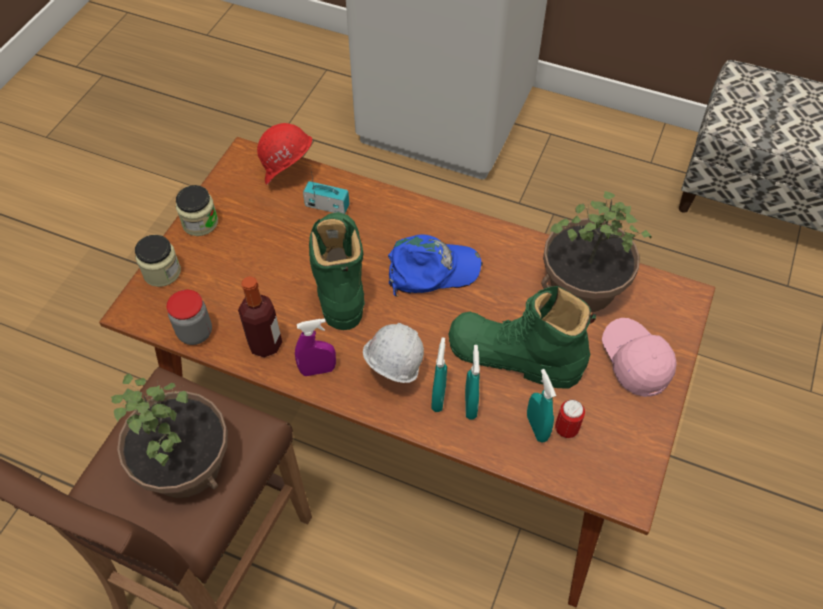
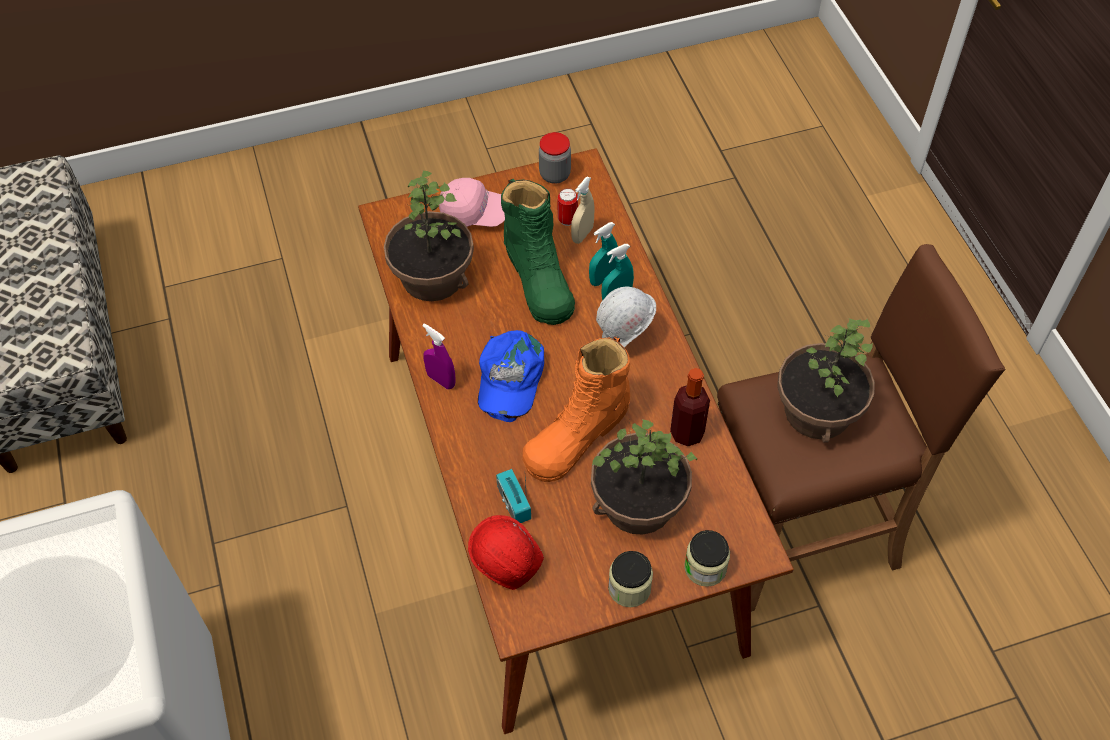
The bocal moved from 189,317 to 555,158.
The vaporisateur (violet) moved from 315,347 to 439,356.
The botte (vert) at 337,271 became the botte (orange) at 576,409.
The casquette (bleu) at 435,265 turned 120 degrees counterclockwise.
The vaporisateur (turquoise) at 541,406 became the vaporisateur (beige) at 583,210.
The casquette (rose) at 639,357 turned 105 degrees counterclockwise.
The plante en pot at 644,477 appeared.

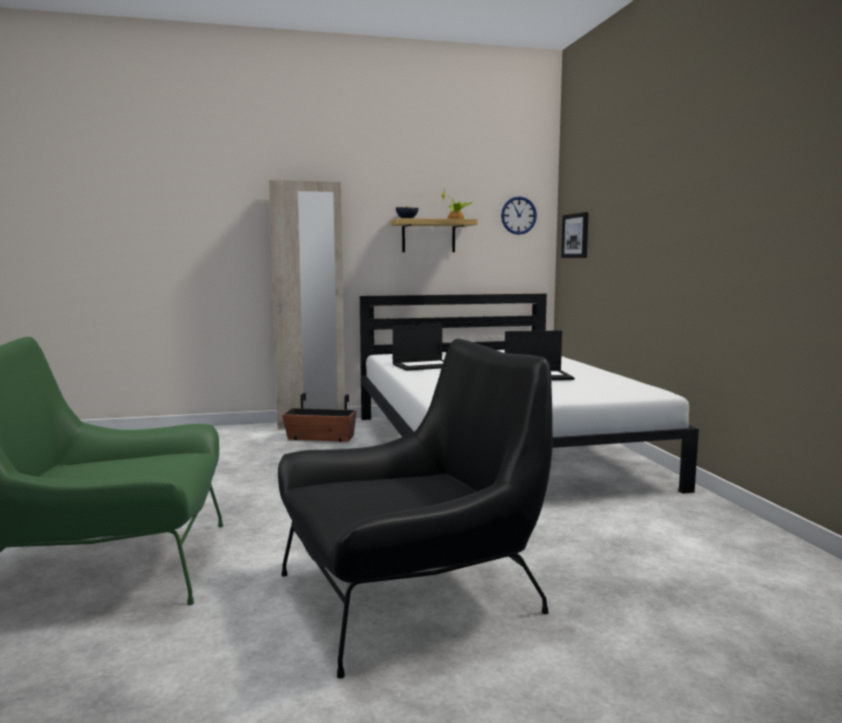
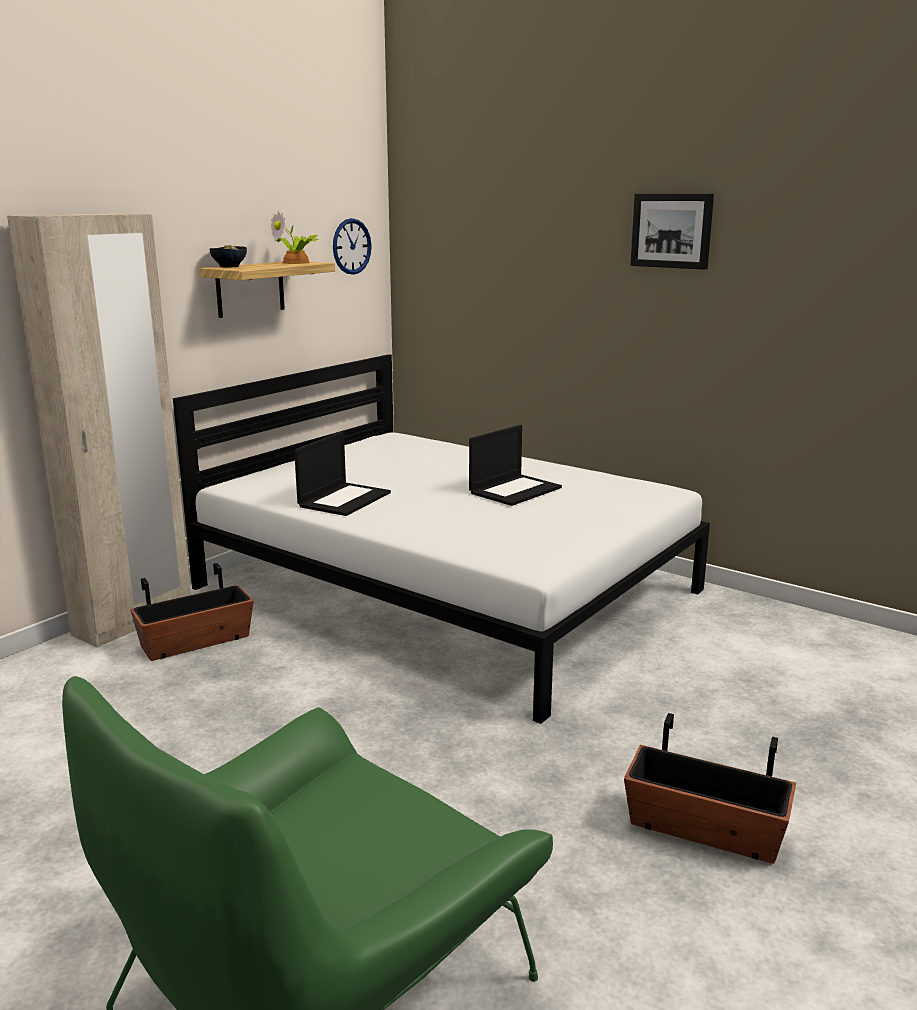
The fauteuil (noir) at 415,508 was replaced by the cache-pot at 710,788.
The tableau moved from 575,235 to 672,232.

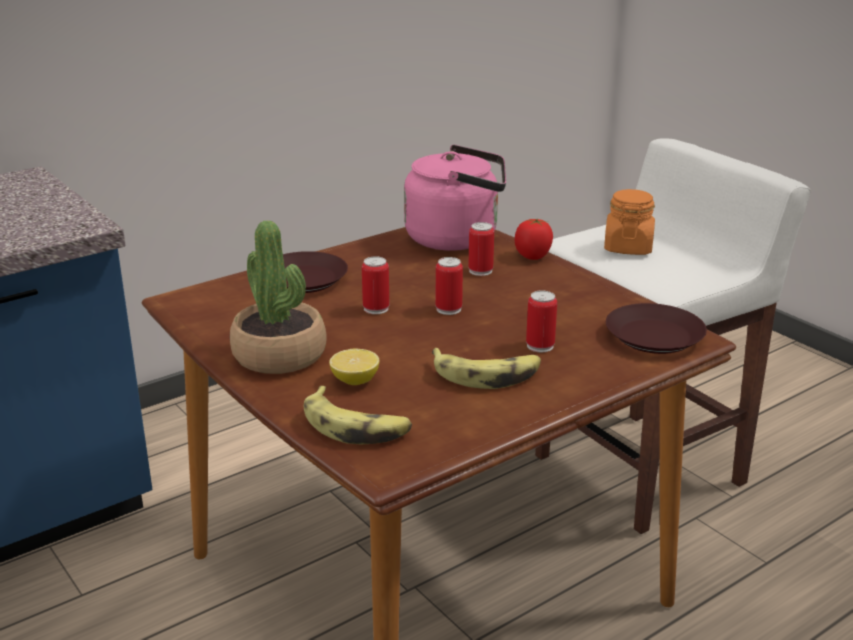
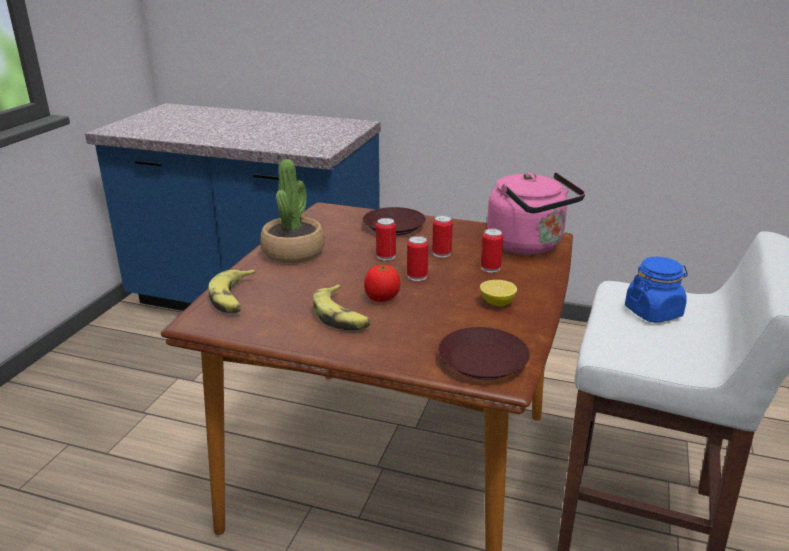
The citron moved from 354,366 to 498,293.
The tomate moved from 534,239 to 382,283.
The boîte métallique moved from 541,321 to 442,236.
The bocal (orange) at 629,222 became the bocal (bleu) at 656,290.

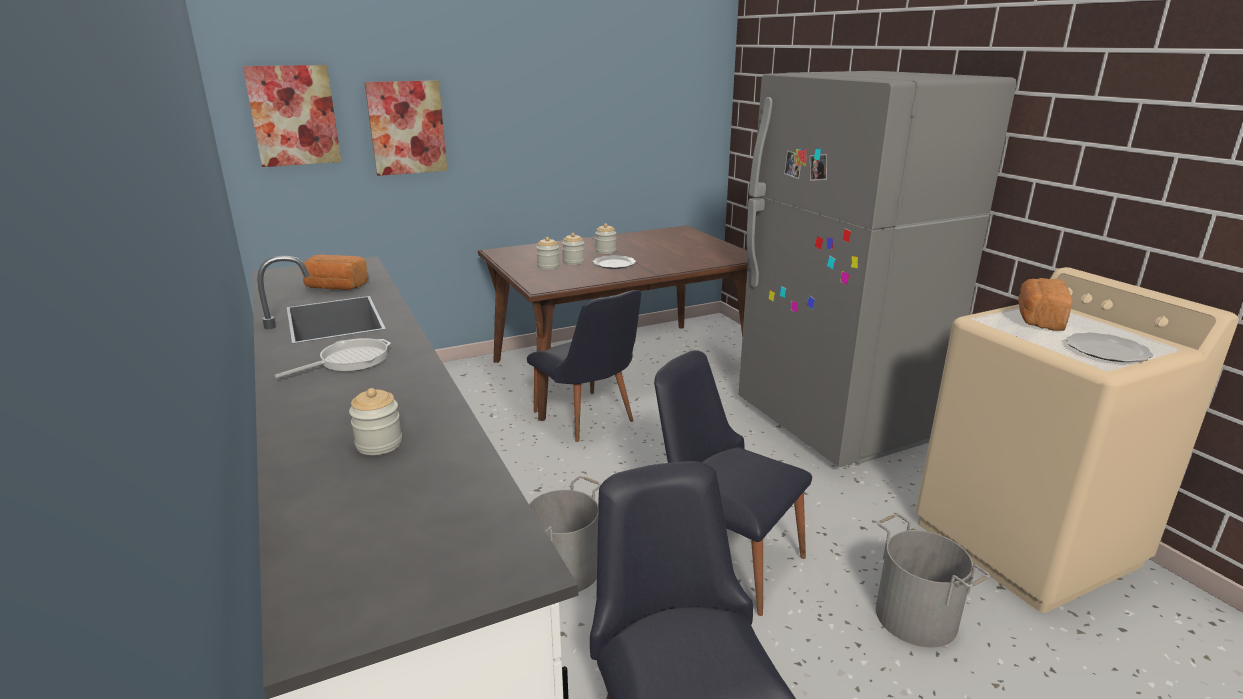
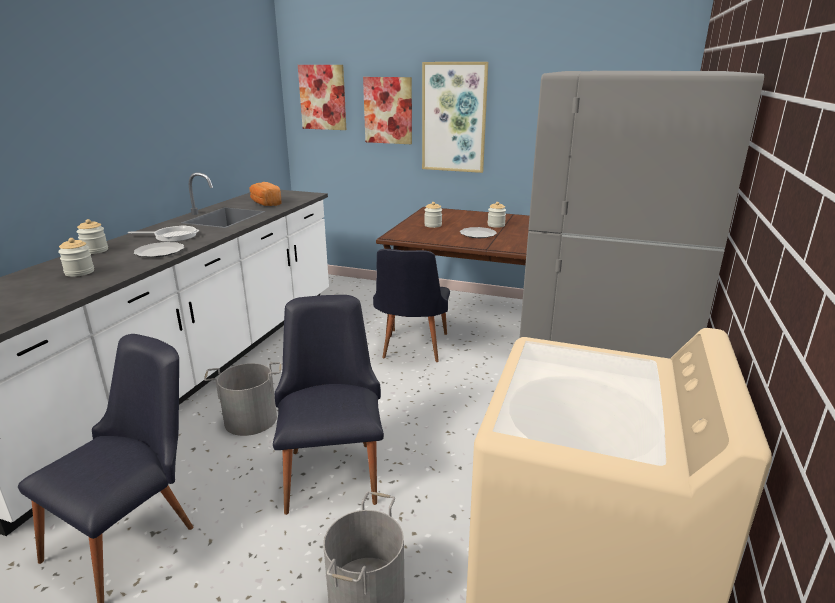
The bocal moved from 573,249 to 92,236.
The pain at 1045,304 disappeared.
The assiette moved from 1109,347 to 159,250.
The tableau at 455,117 appeared.

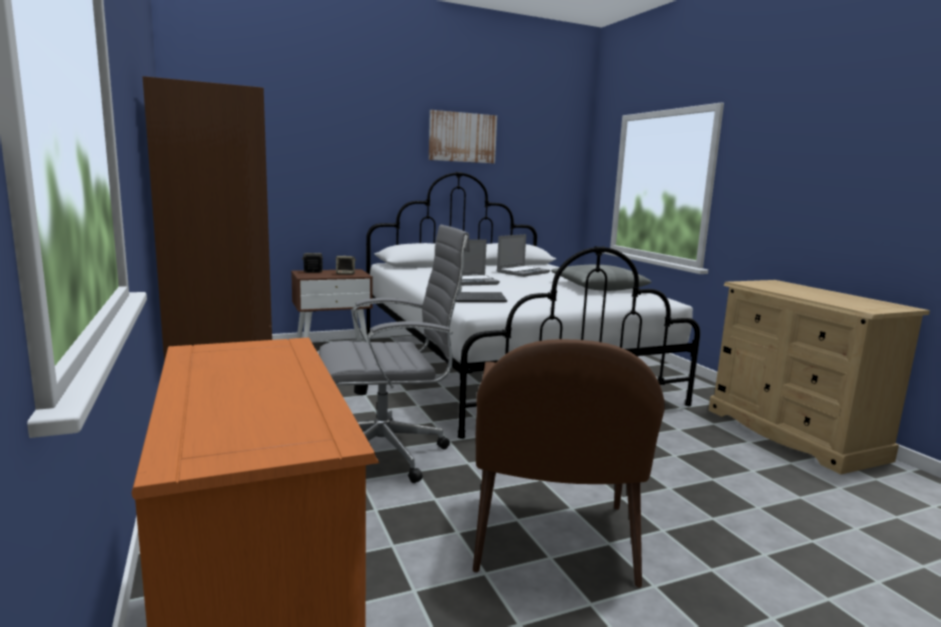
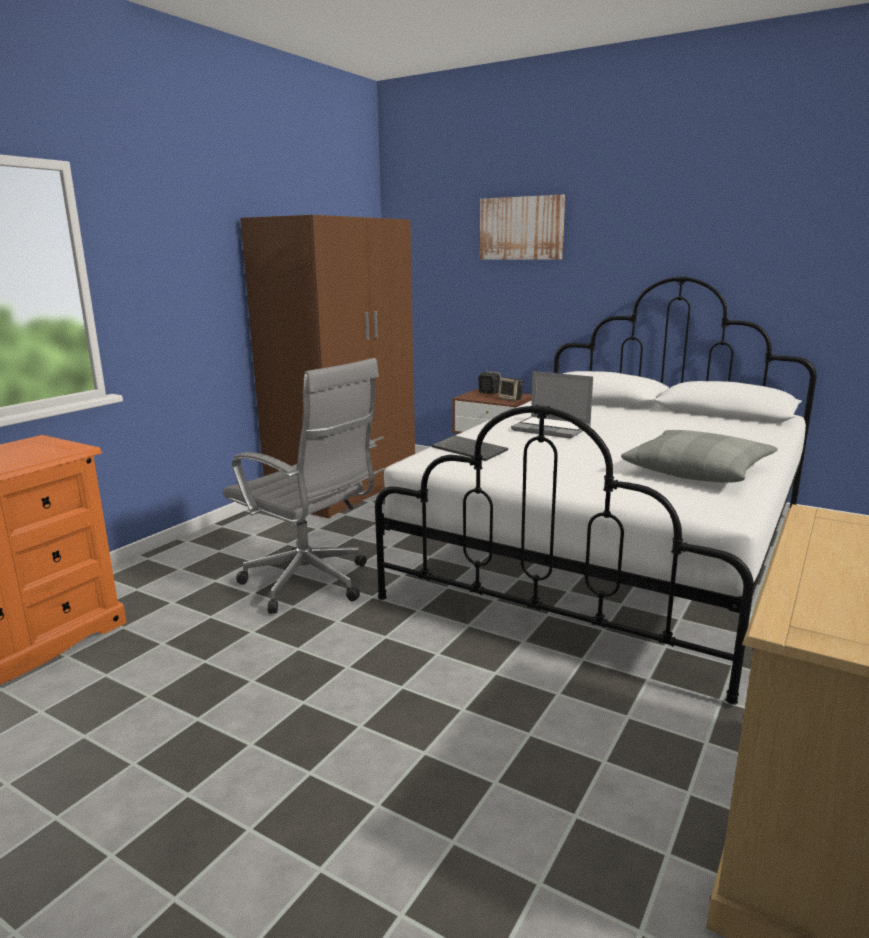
The tableau moved from 463,136 to 522,227.
The fauteuil (marron) at 569,463 disappeared.
The ordinateur portable at 523,255 disappeared.

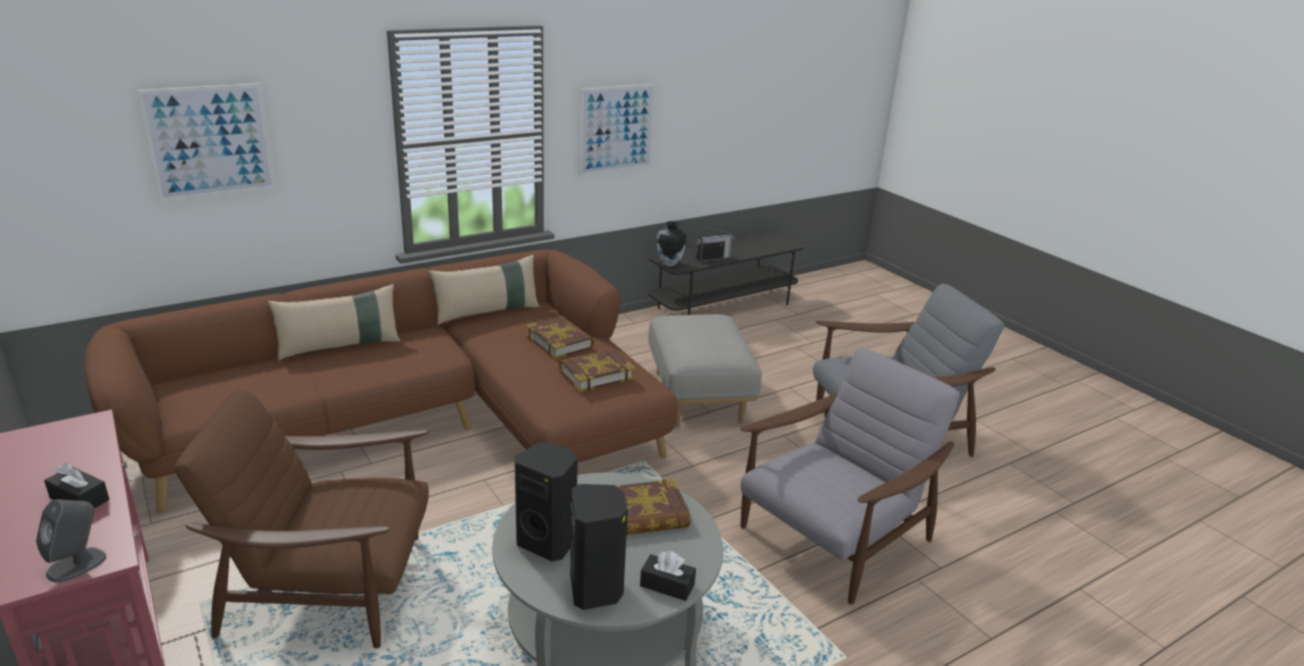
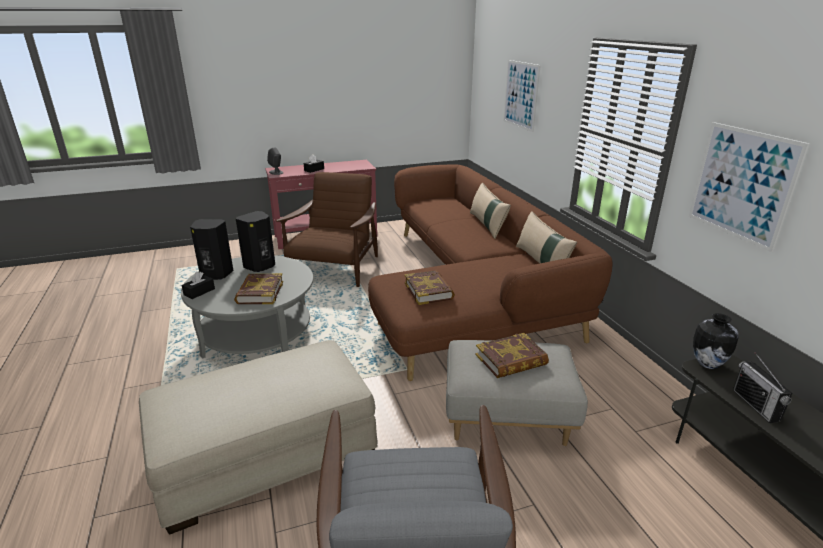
The livre moved from 560,337 to 512,355.
The fauteuil (gris) at 850,476 was replaced by the pouf (beige) at 258,437.

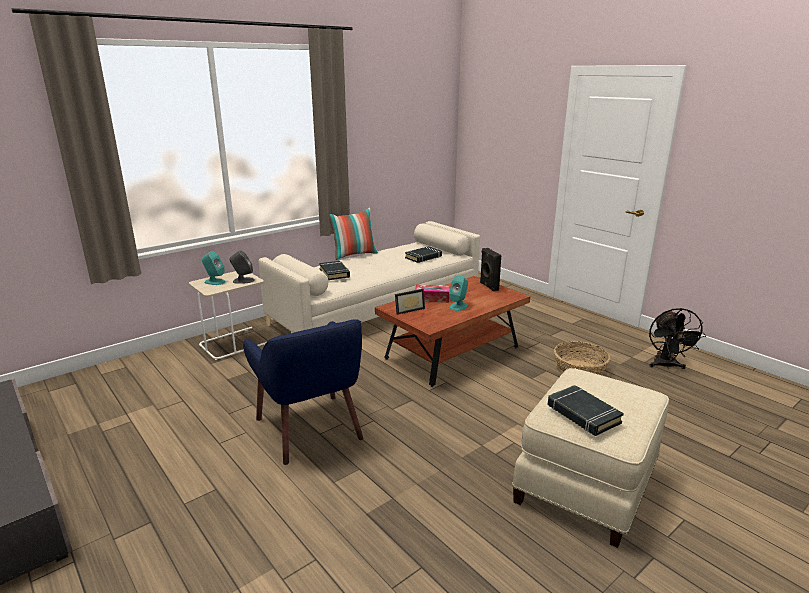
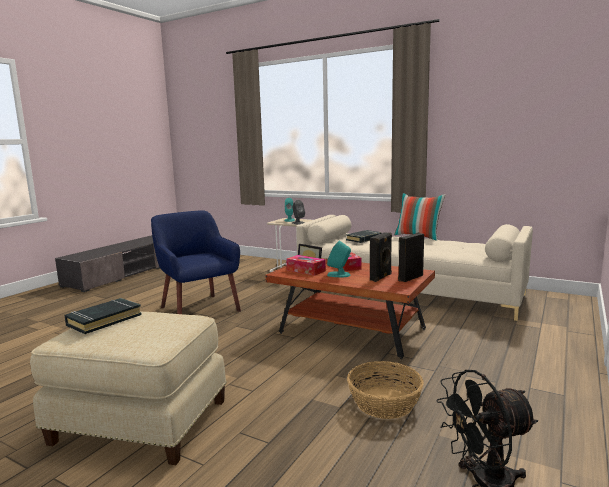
The fauteuil (bleu) at 303,392 turned 105 degrees clockwise.
The livre (noir) at 423,254 disappeared.
The boîte à mouchoirs at 306,265 appeared.
The enceinte (noir) at 381,257 appeared.

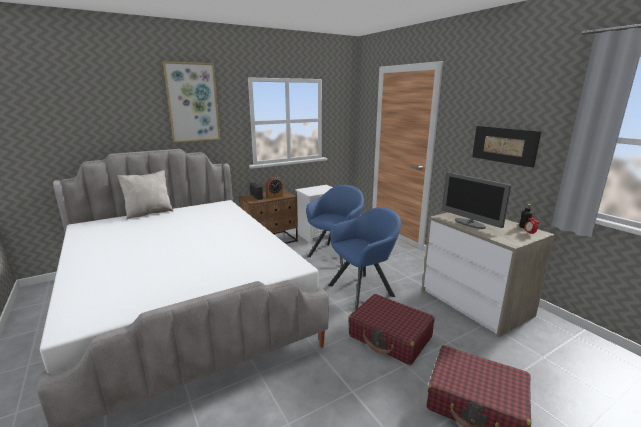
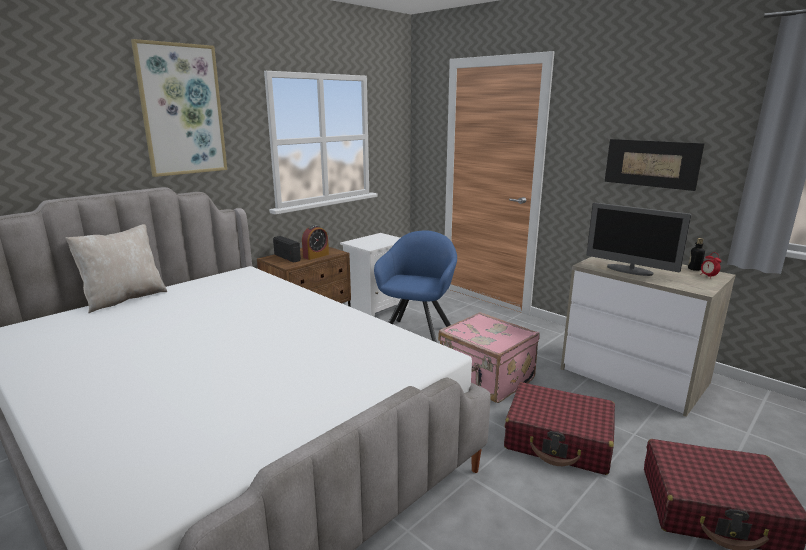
The fauteuil (bleu) at 364,258 was replaced by the valise (rose) at 489,357.

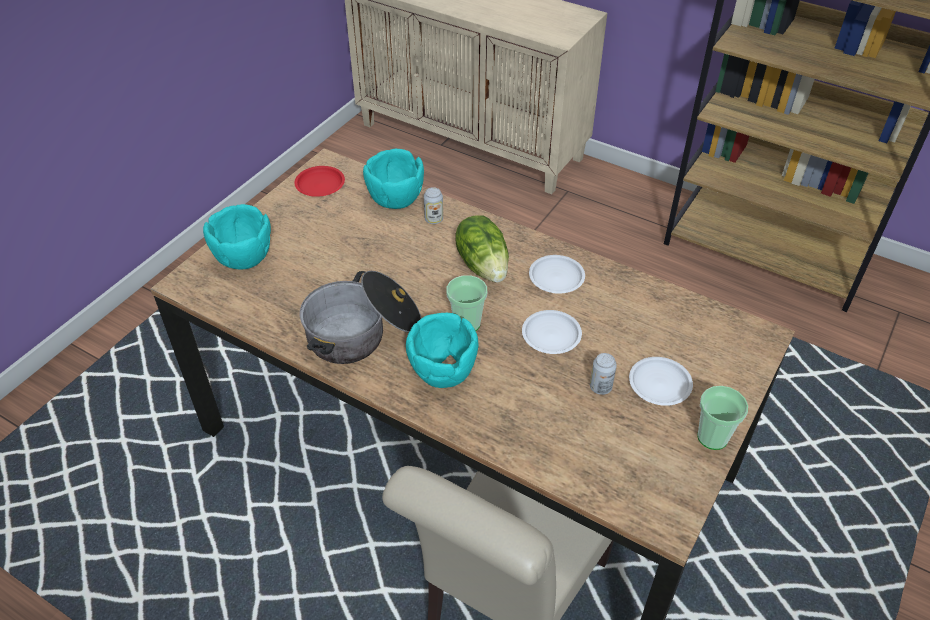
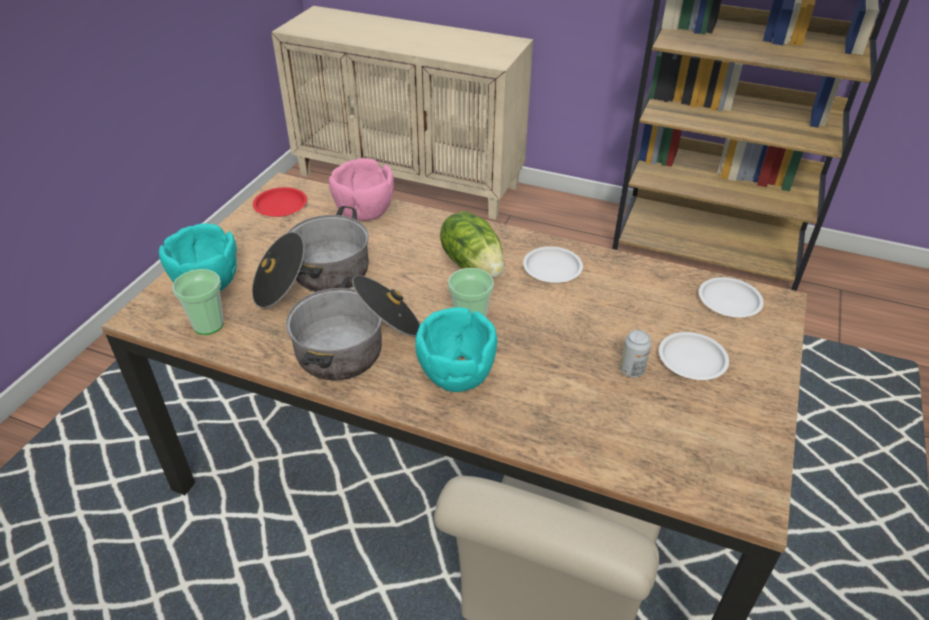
The bol (turquoise) at 393,179 became the bol (rose) at 361,189.
The boîte métallique at 433,205 disappeared.
The assiette (blanc) moved from 552,332 to 731,297.
The tasse moved from 722,418 to 198,302.
The marmite at 310,257 appeared.

